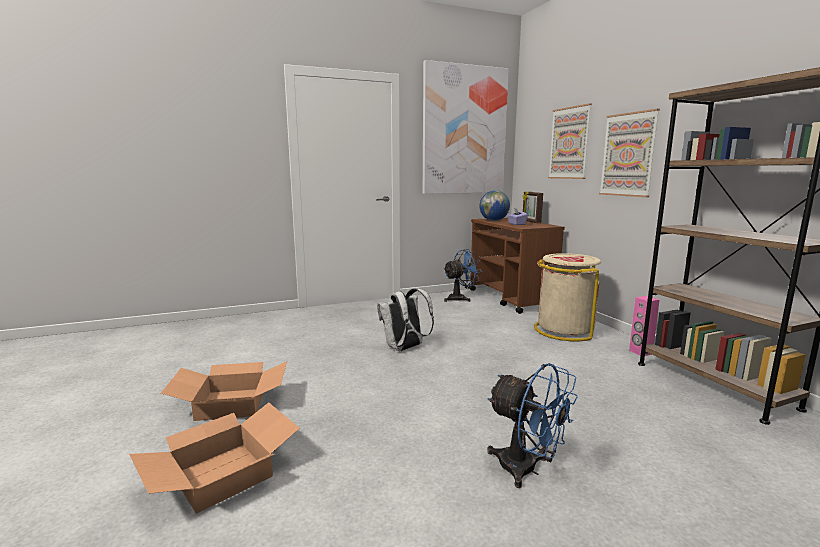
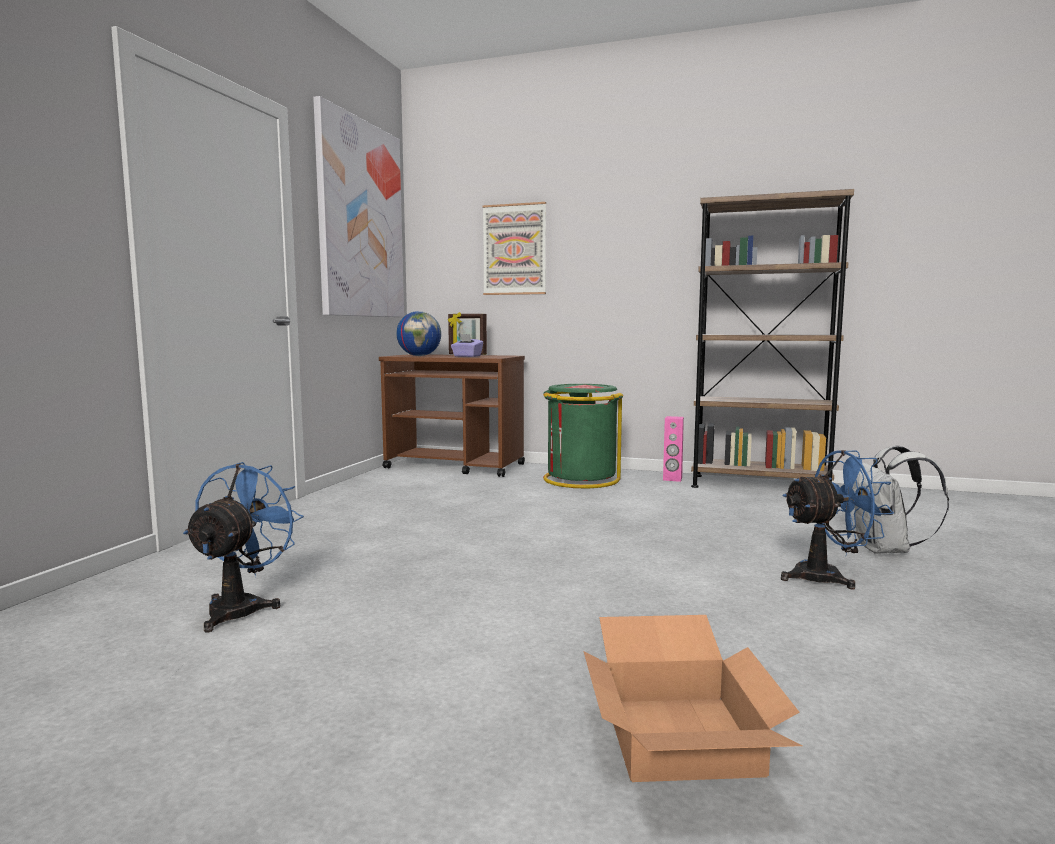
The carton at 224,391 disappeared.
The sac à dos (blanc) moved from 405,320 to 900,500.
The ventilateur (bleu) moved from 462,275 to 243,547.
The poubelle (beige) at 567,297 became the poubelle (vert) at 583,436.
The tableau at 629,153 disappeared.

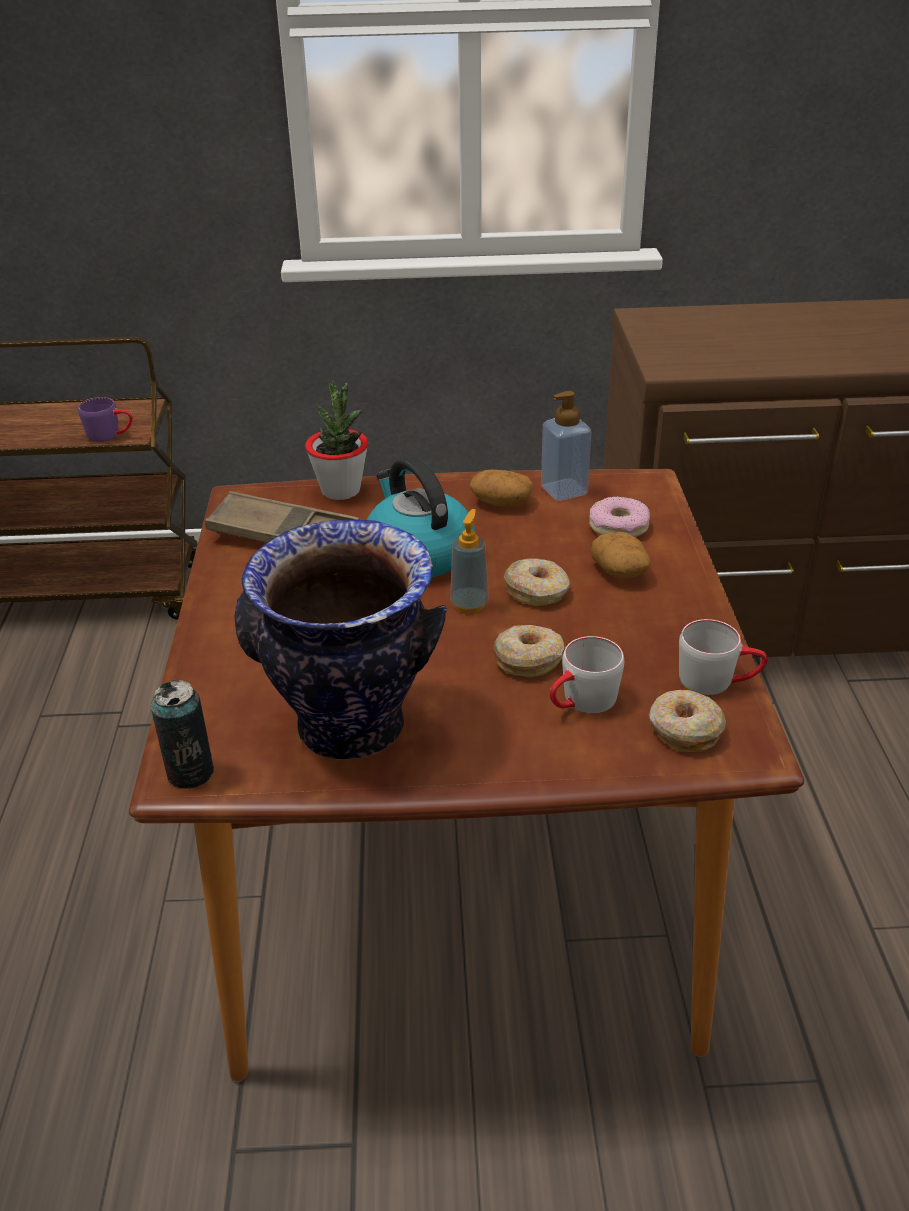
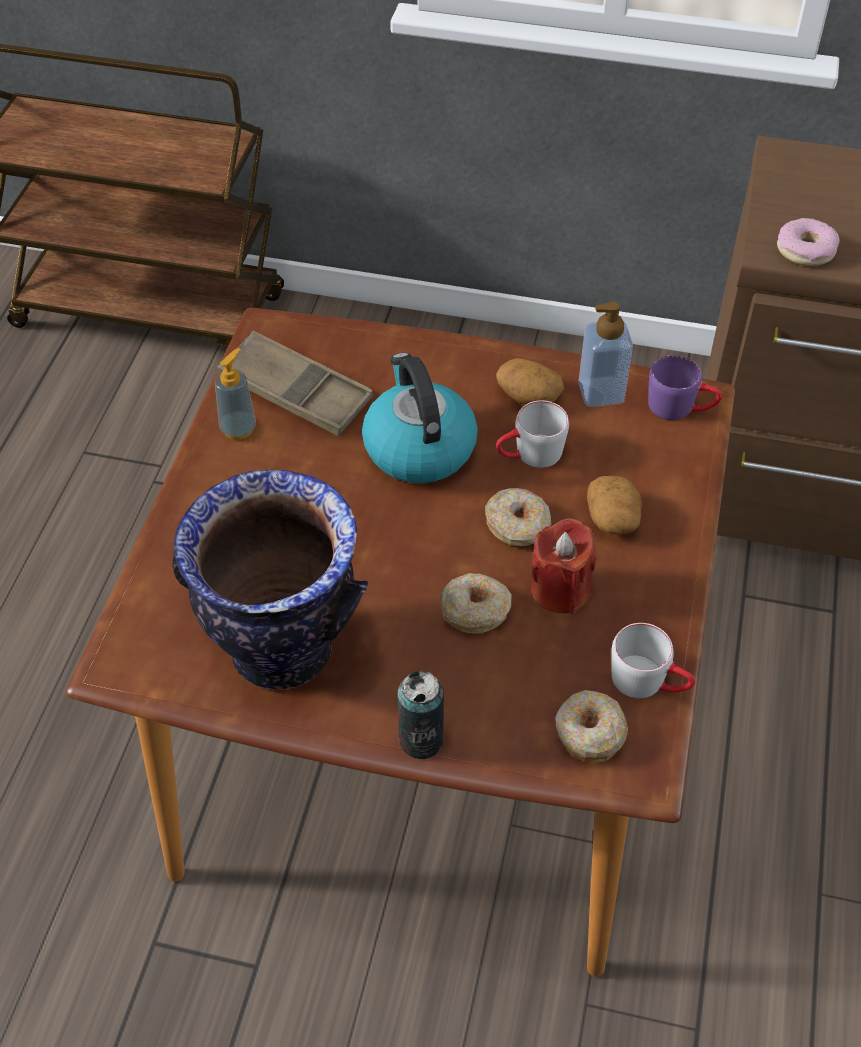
The mug (violet) moved from 105,419 to 685,387.
The boîte métallique moved from 182,734 to 421,715.
The plante en pot at 336,440 disappeared.
The distributeur de savon moved from 469,561 to 235,394.
The mug (gris) moved from 587,675 to 532,434.
The beignet moved from 619,517 to 808,242.
The bougie (rouge) at 563,566 appeared.

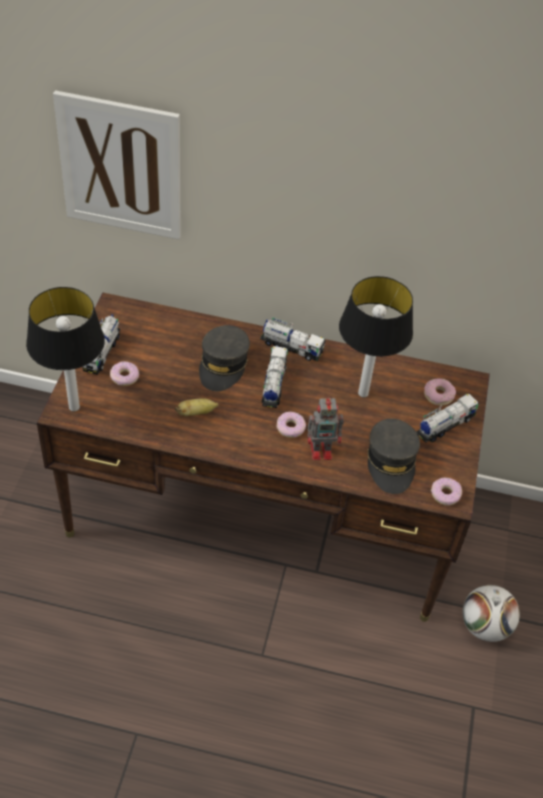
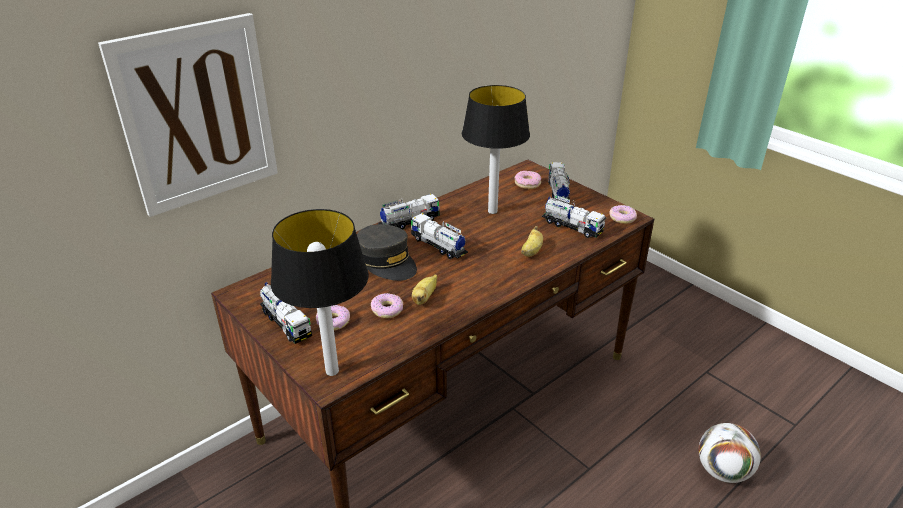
The beignet moved from 291,425 to 387,305.
The robot jouet at 325,428 was replaced by the banane at 532,241.
The casquette (gris) at 394,456 was replaced by the camion jouet at 574,216.
The ballon de foot moved from 491,613 to 730,453.

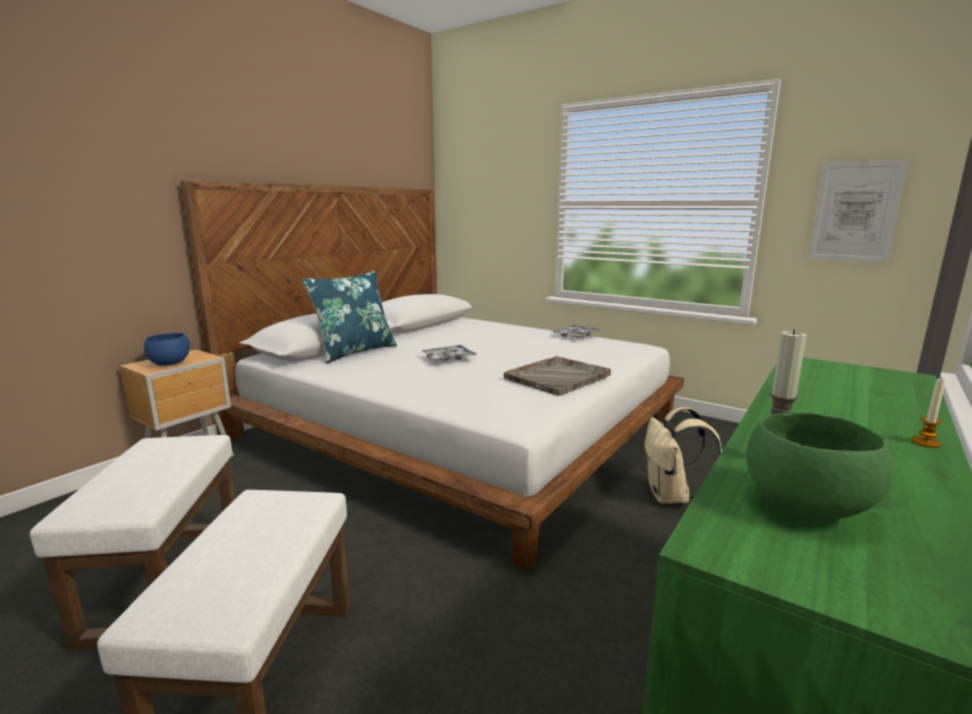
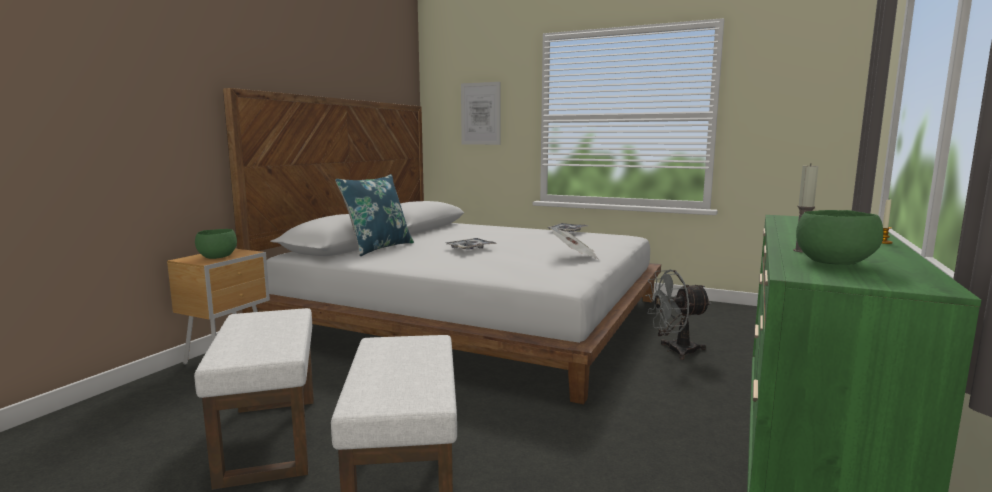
The bol (bleu) at 167,349 became the bol (vert) at 216,244.
The plateau (gris) at 557,376 was replaced by the journal at 574,243.
The sac à dos (beige) at 683,455 was replaced by the ventilateur (gris) at 678,315.
The tableau moved from 858,211 to 480,113.

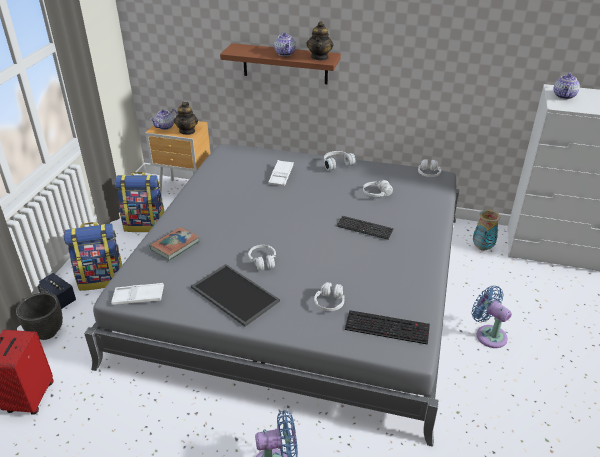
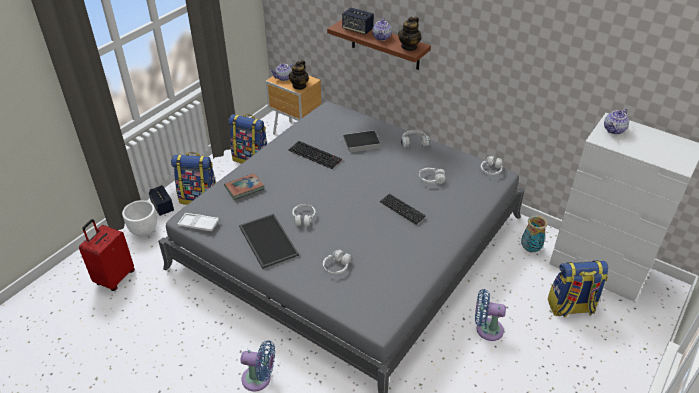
The cache-pot (noir) at 39,316 became the cache-pot (blanc) at 139,218.
The plateau (blanc) at 281,173 was replaced by the livre at 361,141.
The clavier moved from 387,327 to 315,155.
The ventilateur (bleu) at 491,317 turned 60 degrees counterclockwise.
The enceinte at 358,21 appeared.
The sac à dos at 578,289 appeared.

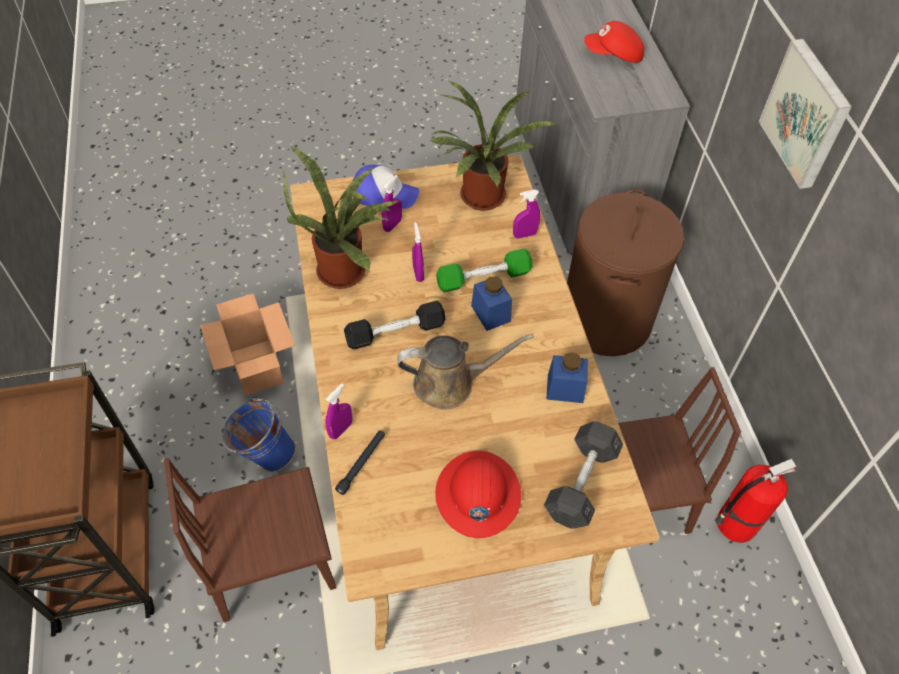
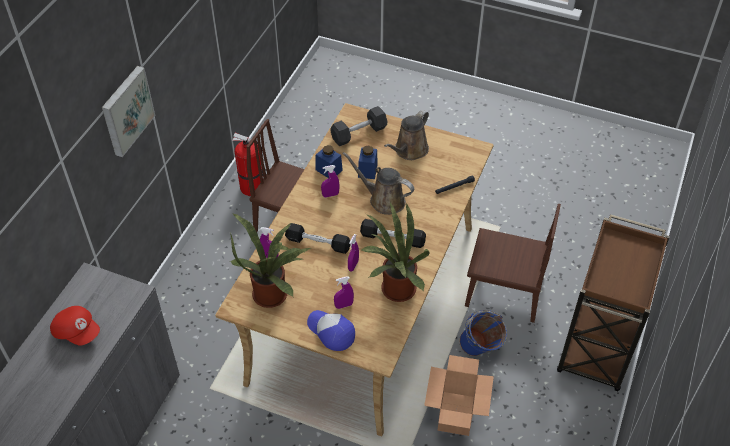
The vaporisateur (violet) moved from 339,411 to 330,181.
The casque de chantier (rouge) at 478,494 was replaced by the arrosoir (marron) at 406,135.
The haltère (vert) at 484,270 became the haltère (noir) at 317,238.
The bocal (bleu) moved from 491,303 to 368,162.
The panier à linge (marron) at 625,272 disappeared.

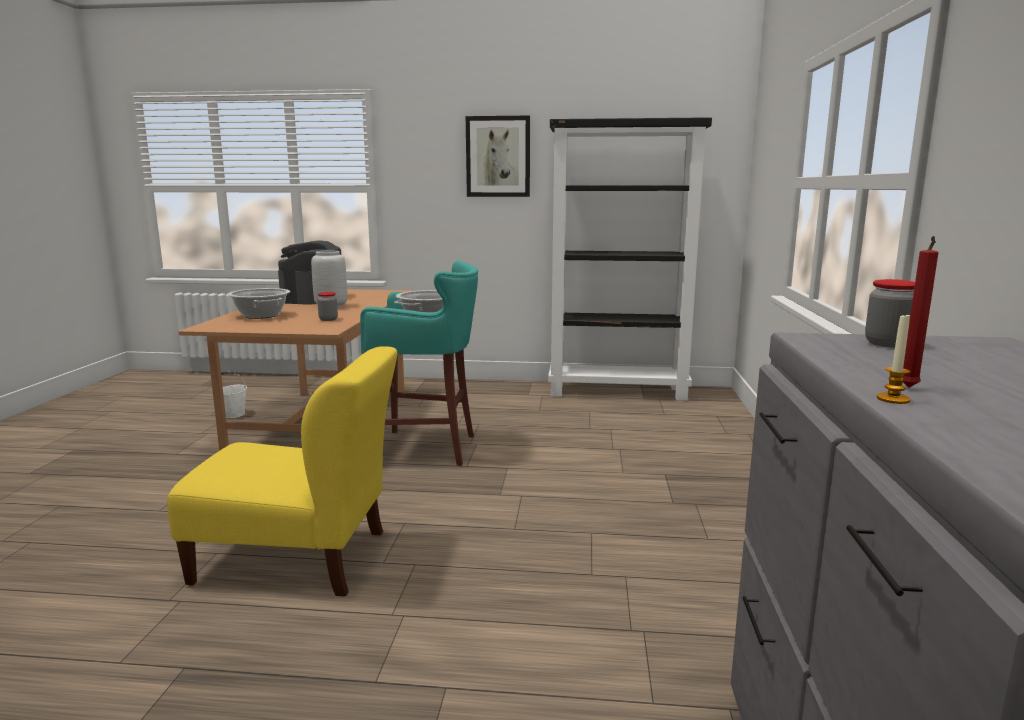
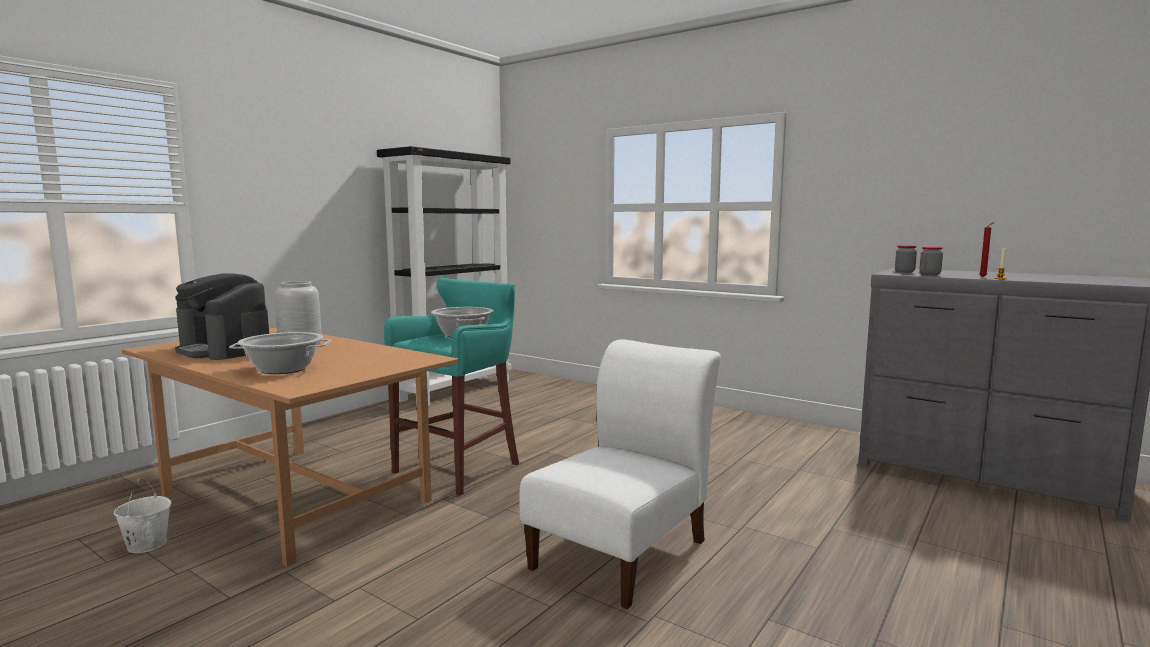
The chaise (jaune) at 282,471 became the chaise (blanc) at 620,474.
The bocal moved from 327,306 to 931,261.
The tableau at 498,156 disappeared.

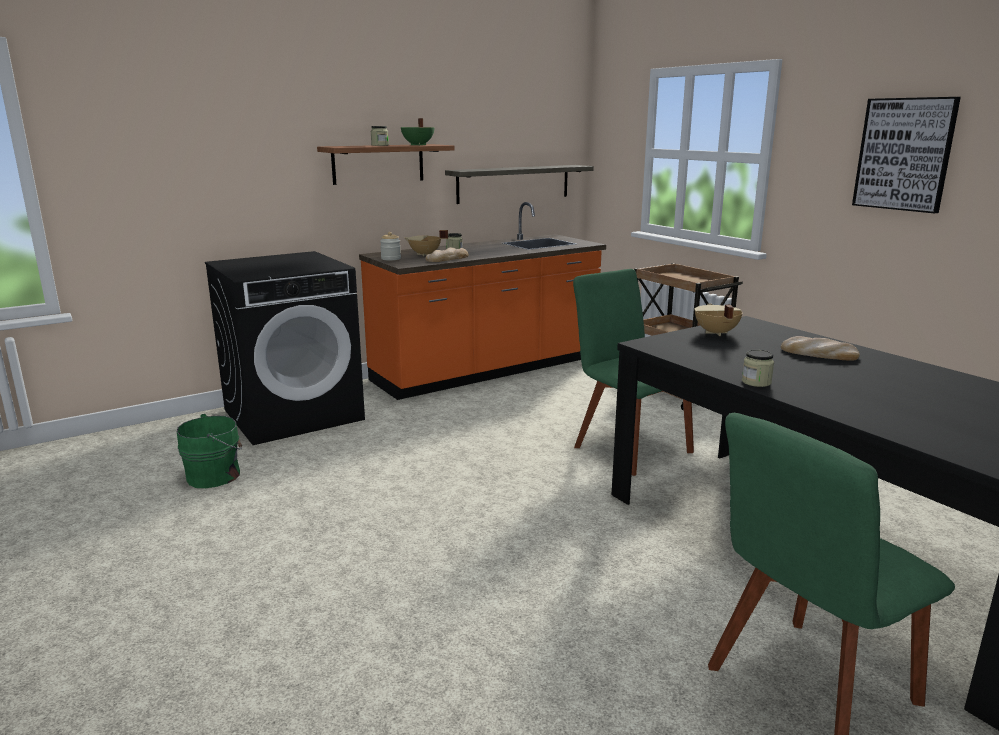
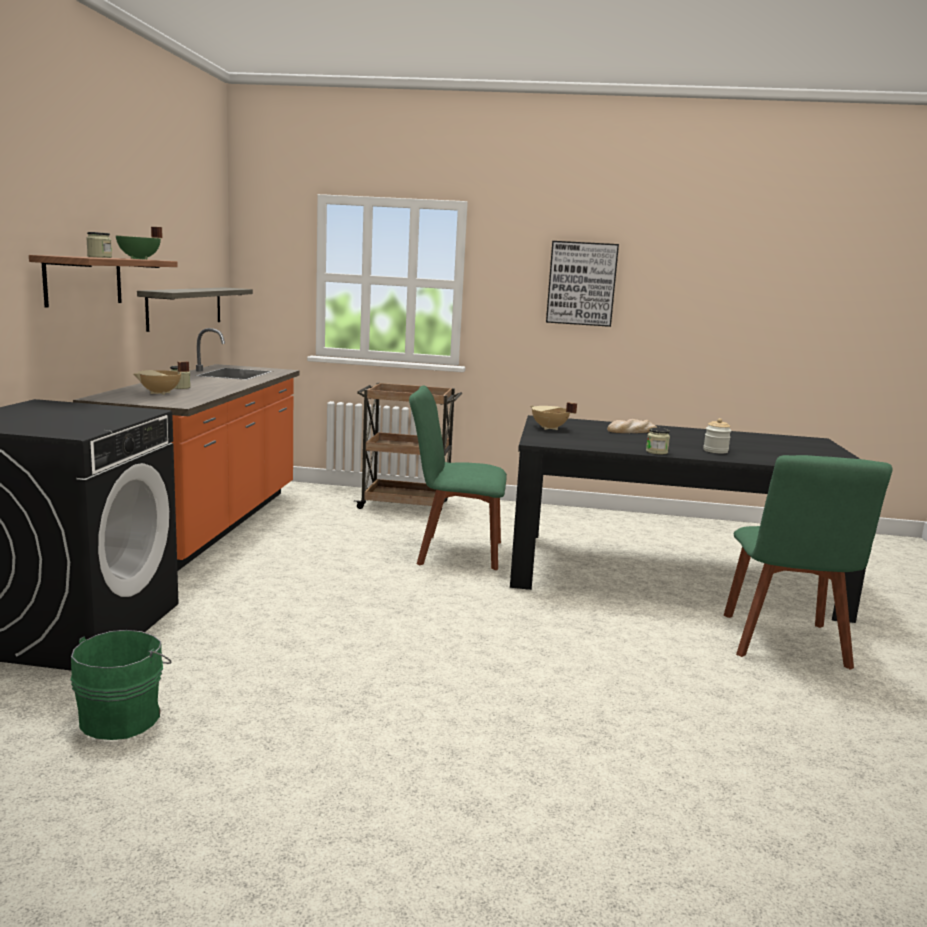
The bocal moved from 390,246 to 717,436.
The pain at 447,254 disappeared.

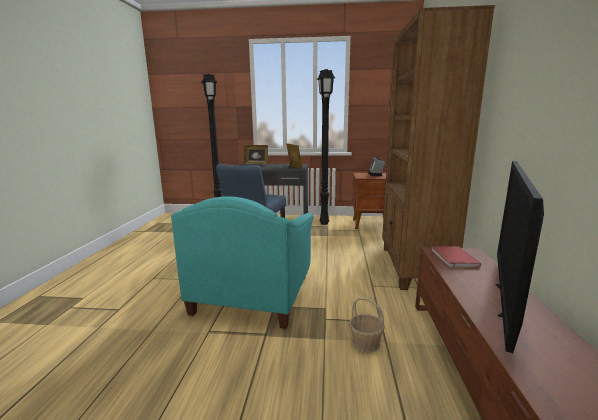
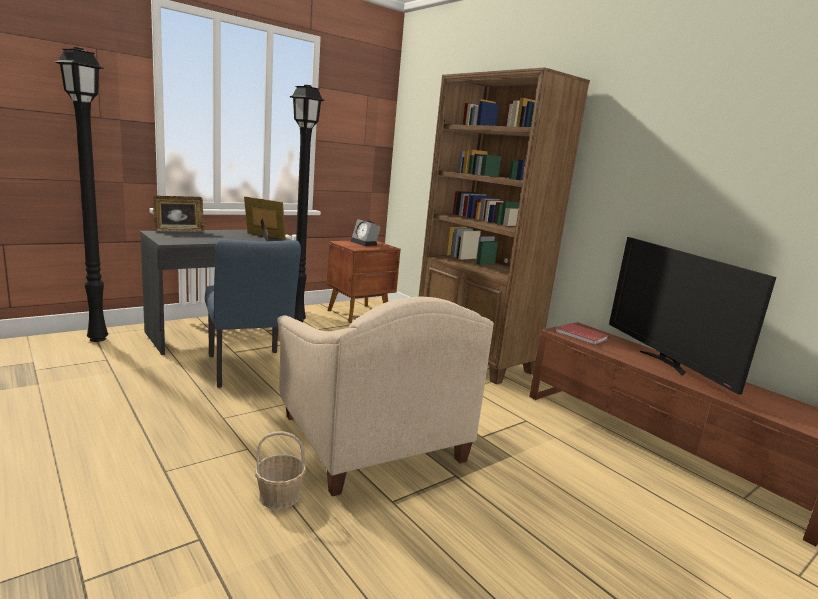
The fauteuil (turquoise) at 242,262 became the fauteuil (beige) at 385,397.
The panier moved from 367,325 to 280,470.

